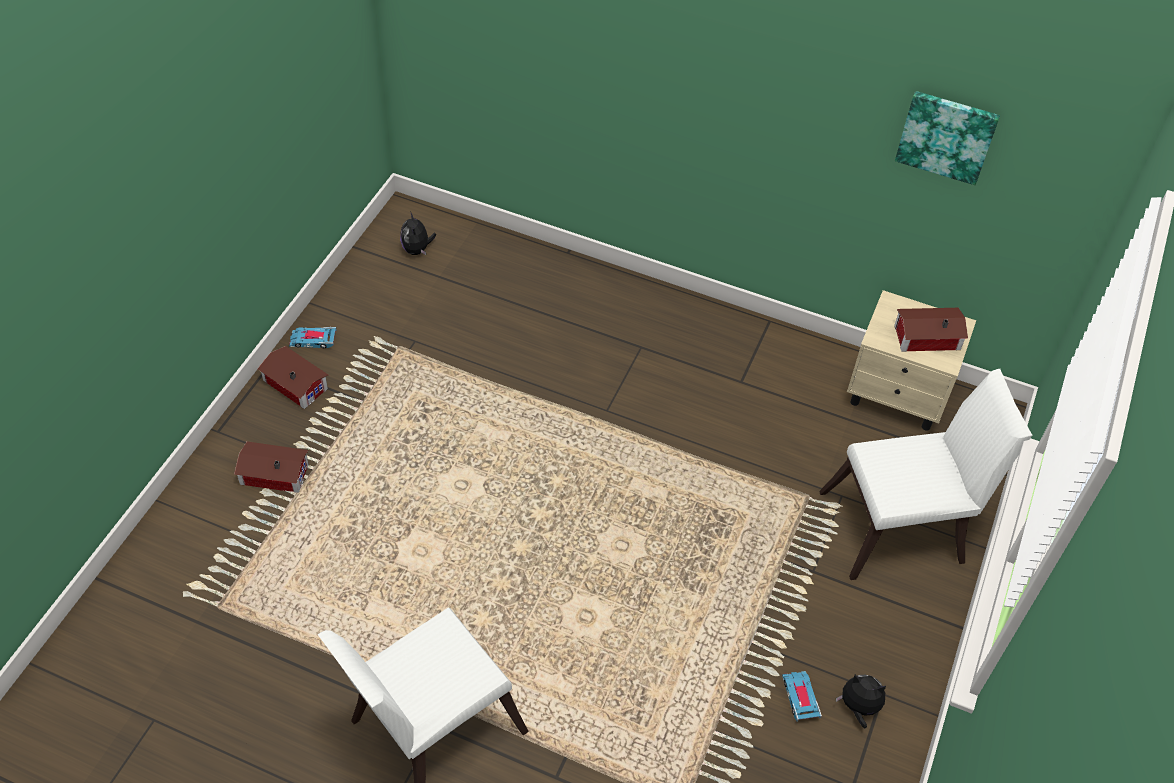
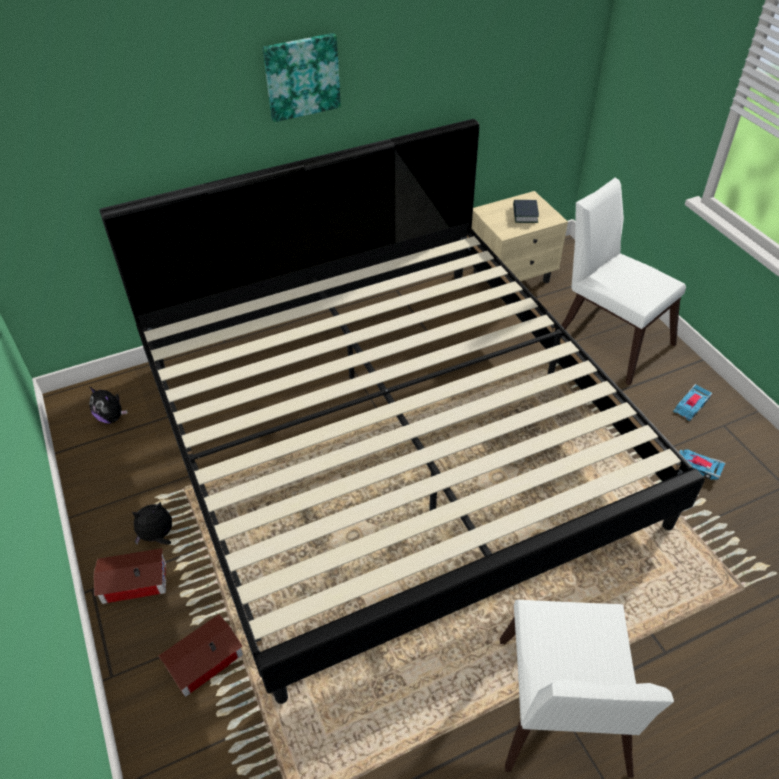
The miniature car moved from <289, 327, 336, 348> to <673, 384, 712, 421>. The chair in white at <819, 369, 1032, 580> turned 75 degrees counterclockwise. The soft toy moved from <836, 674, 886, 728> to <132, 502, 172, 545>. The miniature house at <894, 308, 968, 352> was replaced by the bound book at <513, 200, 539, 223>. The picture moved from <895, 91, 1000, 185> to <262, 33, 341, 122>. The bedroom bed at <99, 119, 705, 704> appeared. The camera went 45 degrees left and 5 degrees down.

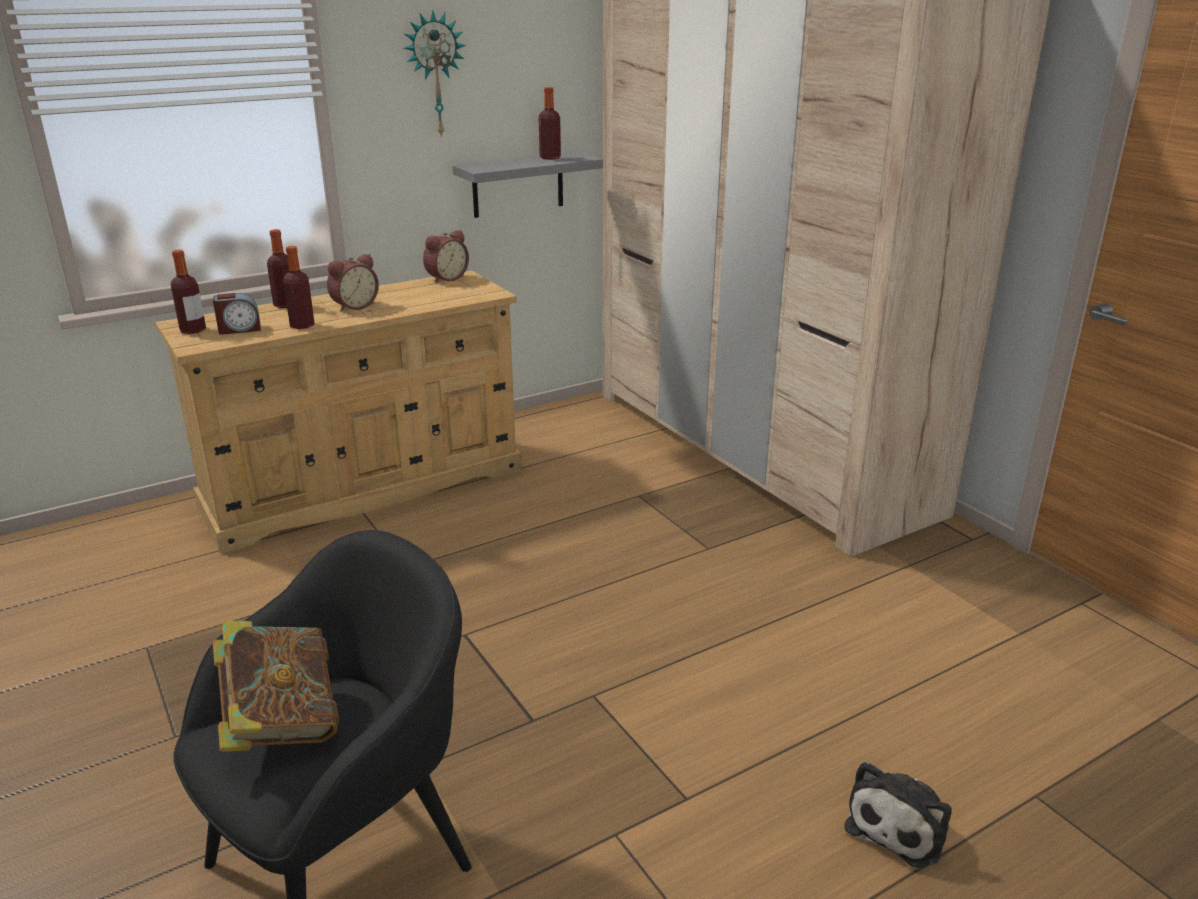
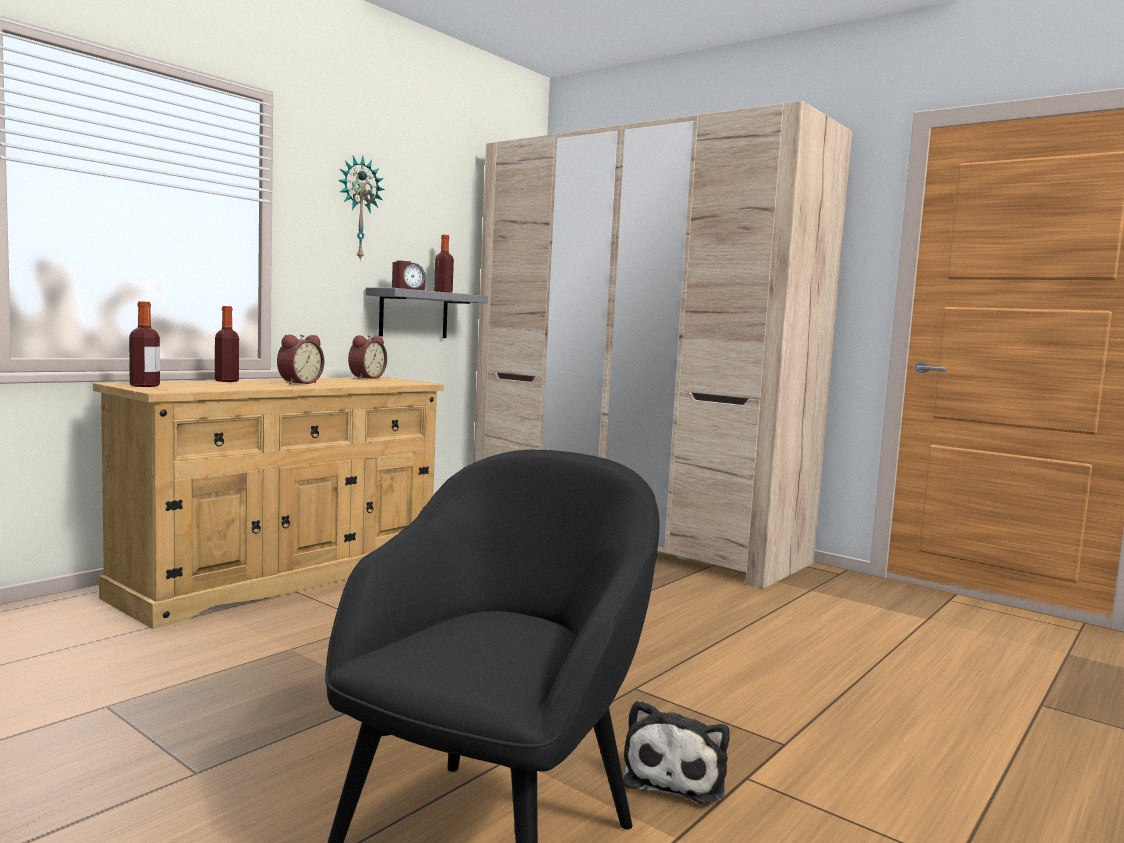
The bedside clock moved from <213, 293, 261, 335> to <392, 260, 425, 290>. The bound book at <213, 621, 339, 752> disappeared. The drink bottle at <283, 246, 315, 329> disappeared. The soft toy moved from <844, 762, 952, 868> to <623, 700, 730, 804>. The camera went 20 degrees left and 20 degrees down.

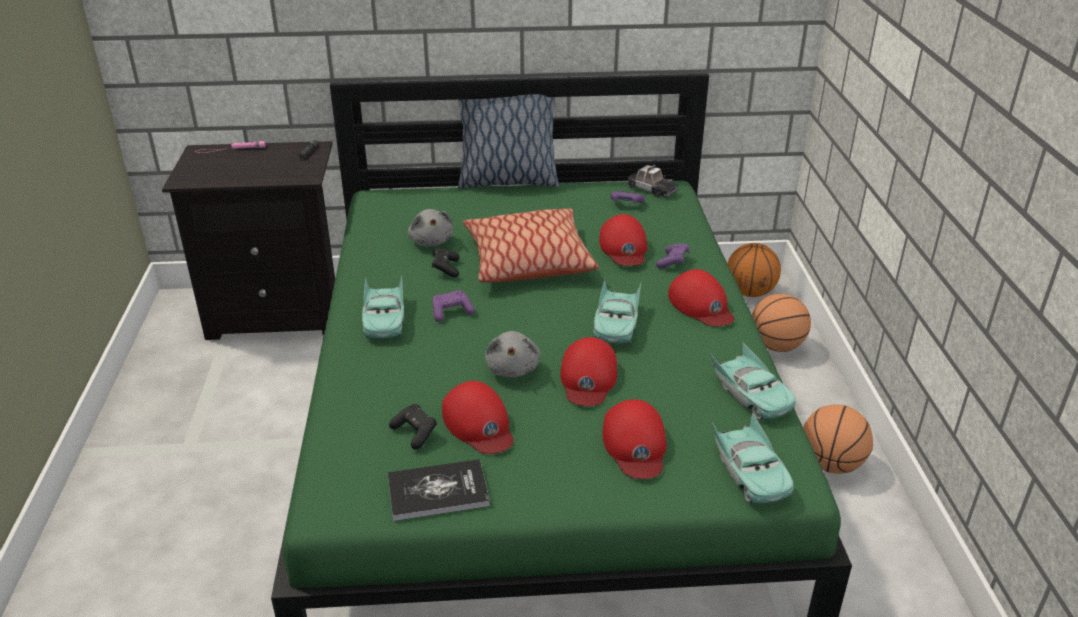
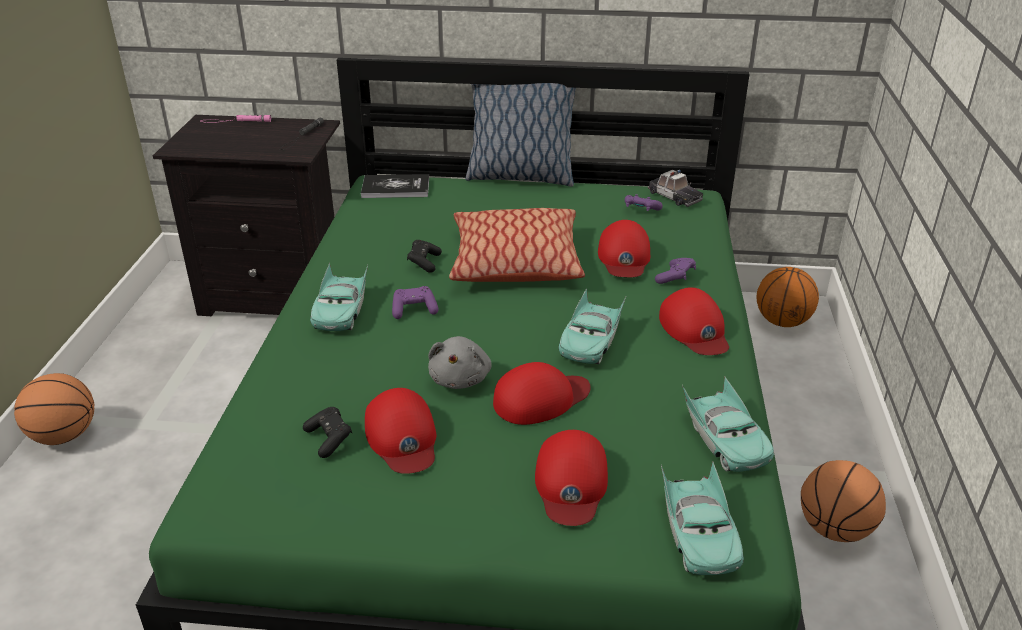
The bound book moved from <388, 459, 490, 521> to <361, 174, 429, 198>. The soft toy in grey at <408, 209, 453, 247> disappeared. The peaked cap in red-coloured at <560, 337, 617, 406> turned 135 degrees counterclockwise. The ball for basketball moved from <752, 294, 811, 352> to <14, 373, 94, 445>. The camera went 10 degrees right and 0 degrees up.

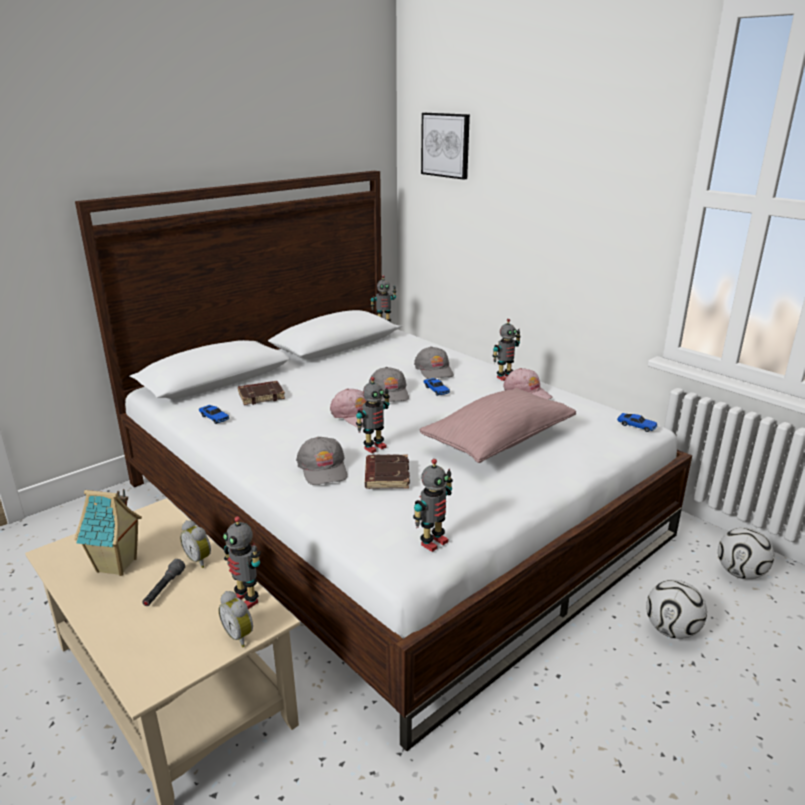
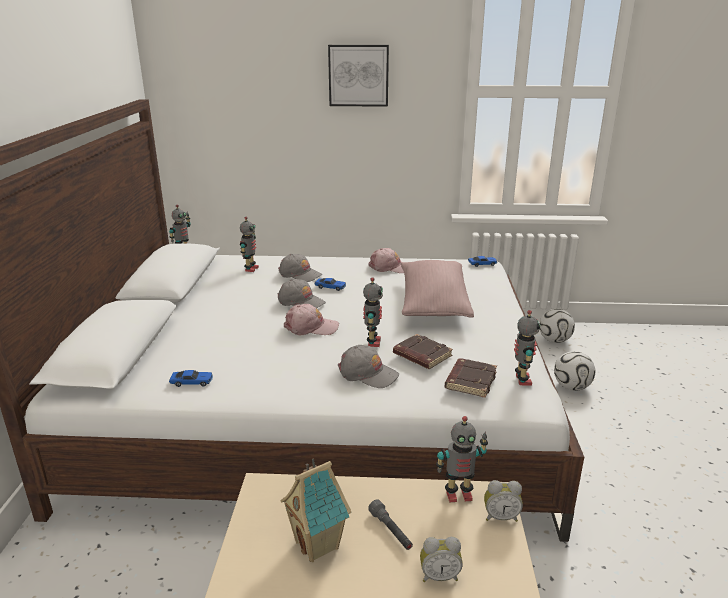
The bedside clock moved from <180, 520, 211, 568> to <420, 537, 463, 582>. The bound book in brown-coloured moved from <238, 381, 285, 405> to <445, 358, 497, 398>. The picture moved from <421, 113, 470, 180> to <328, 45, 389, 107>. The robot figure moved from <492, 319, 521, 381> to <240, 217, 259, 272>. The camera went 45 degrees left and 0 degrees up.

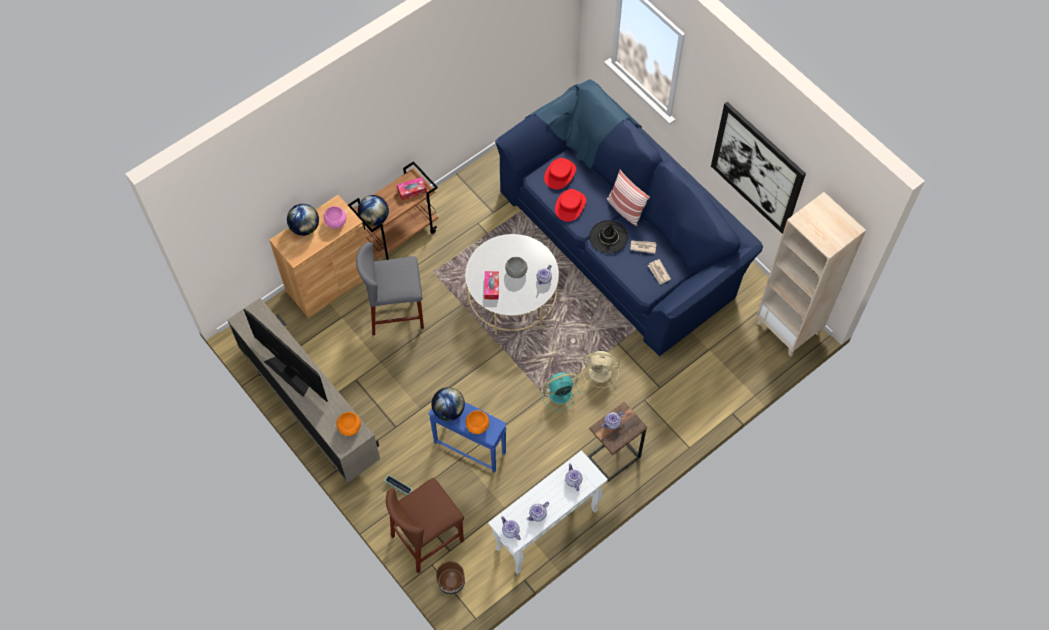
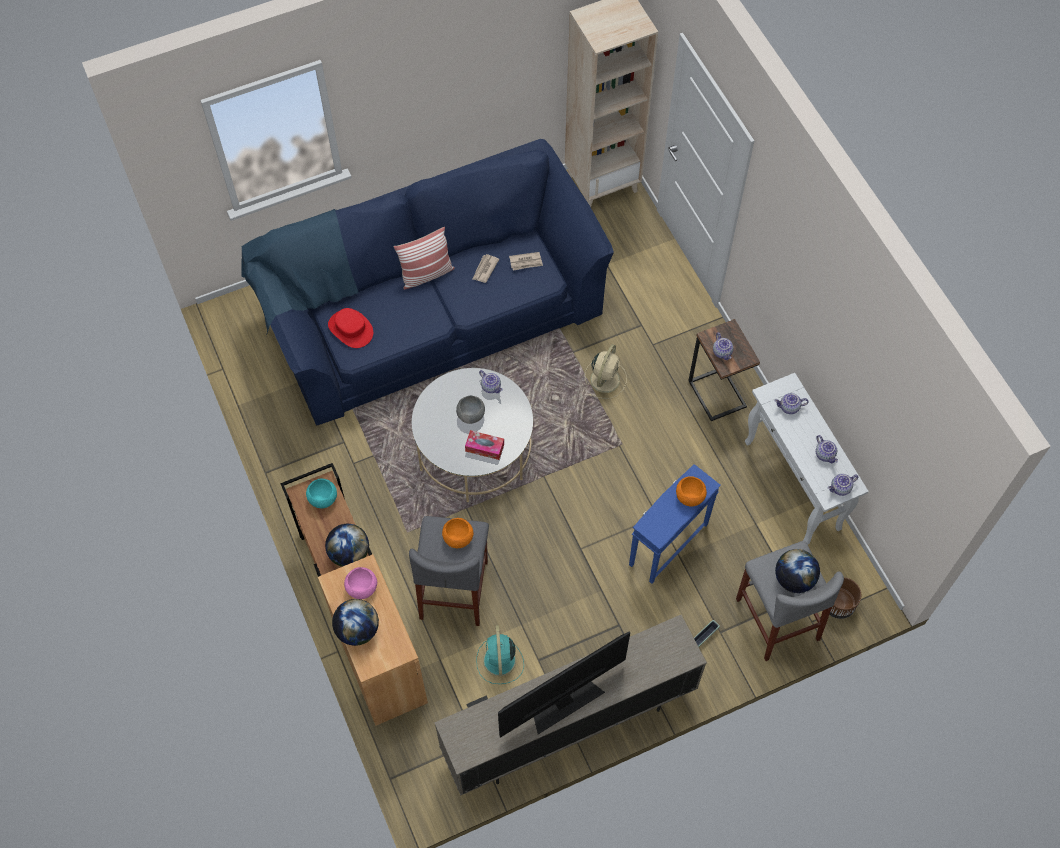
The serving bowl in orange moved from <336, 412, 361, 436> to <442, 518, 473, 548>. The stool seat in brown-coloured at <386, 478, 464, 573> became the stool seat in grey at <736, 541, 844, 661>. The box of tissues at <397, 177, 427, 201> was replaced by the serving bowl in turquoise at <306, 479, 337, 508>. The world globe moved from <432, 387, 465, 421> to <775, 549, 820, 593>. The cooling fan in turquoise moved from <542, 372, 580, 411> to <476, 625, 524, 684>. The hat in red-coloured at <555, 189, 586, 222> disappeared. The hat in black at <589, 220, 628, 253> disappeared. The picture at <711, 102, 806, 234> disappeared. The camera went 75 degrees left and 0 degrees up.

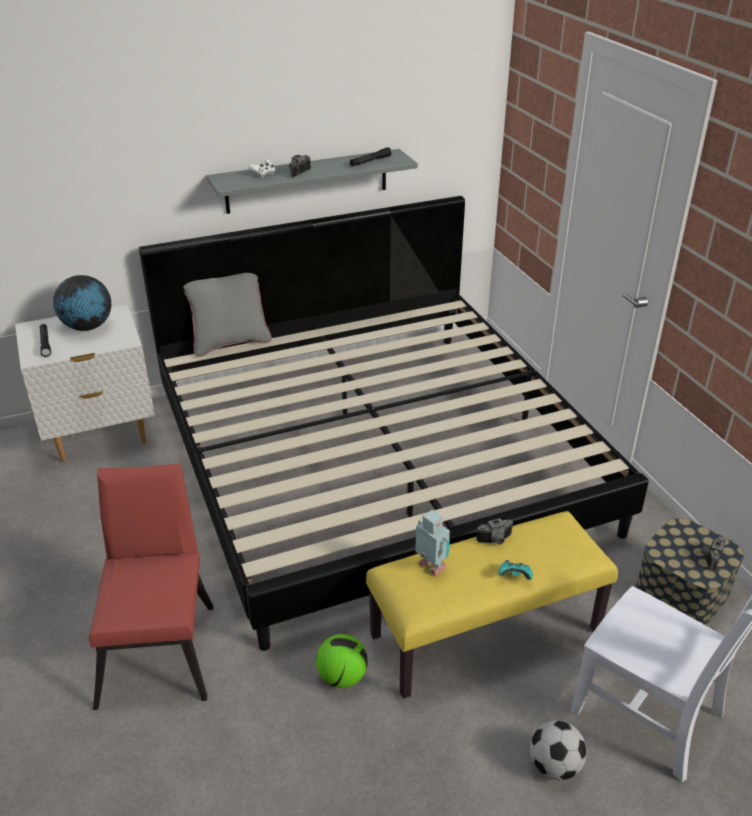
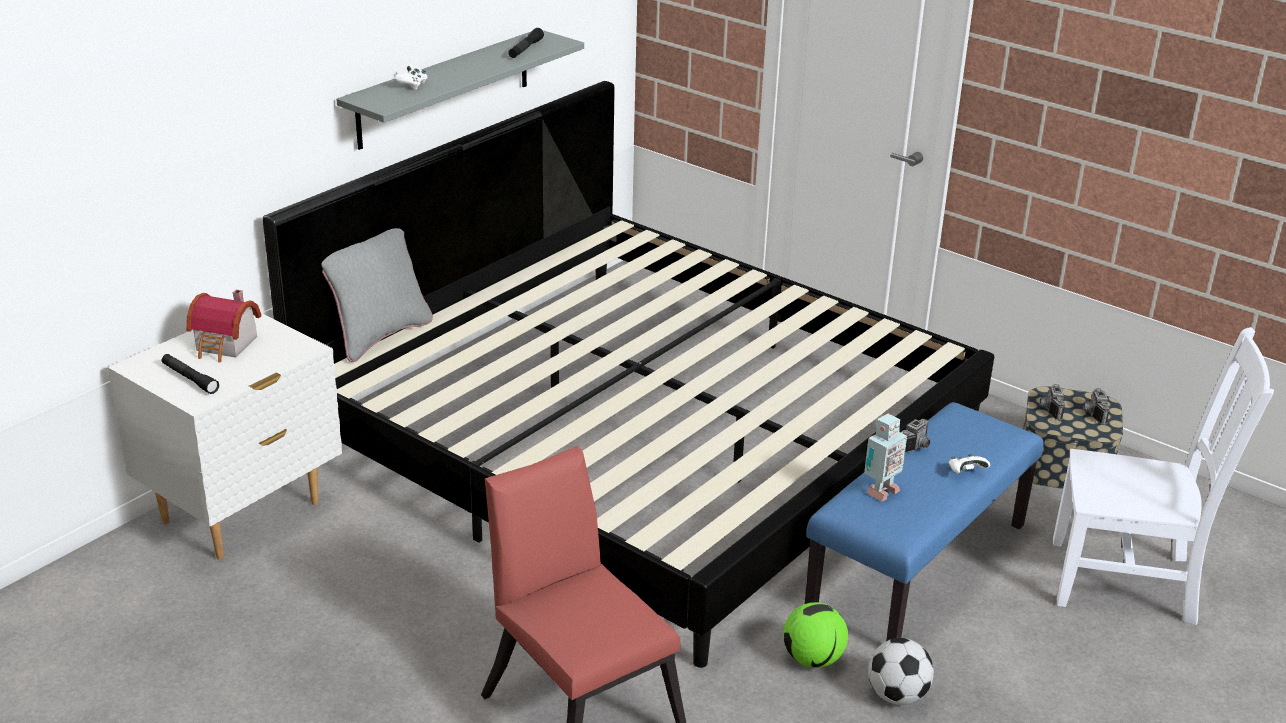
The world globe at <53, 275, 112, 331> was replaced by the miniature house at <186, 289, 261, 362>. The photo camera moved from <289, 155, 311, 178> to <1040, 384, 1065, 421>. The indoor bench in yellow-coloured at <366, 511, 618, 699> became the indoor bench in blue at <805, 402, 1043, 641>. The robot figure at <415, 510, 450, 576> turned 120 degrees clockwise. The game controller in turquoise at <499, 560, 533, 580> became the game controller in white at <948, 454, 990, 473>. The ball for football moved from <530, 720, 587, 780> to <868, 638, 934, 705>. The camera went 30 degrees left and 5 degrees down.

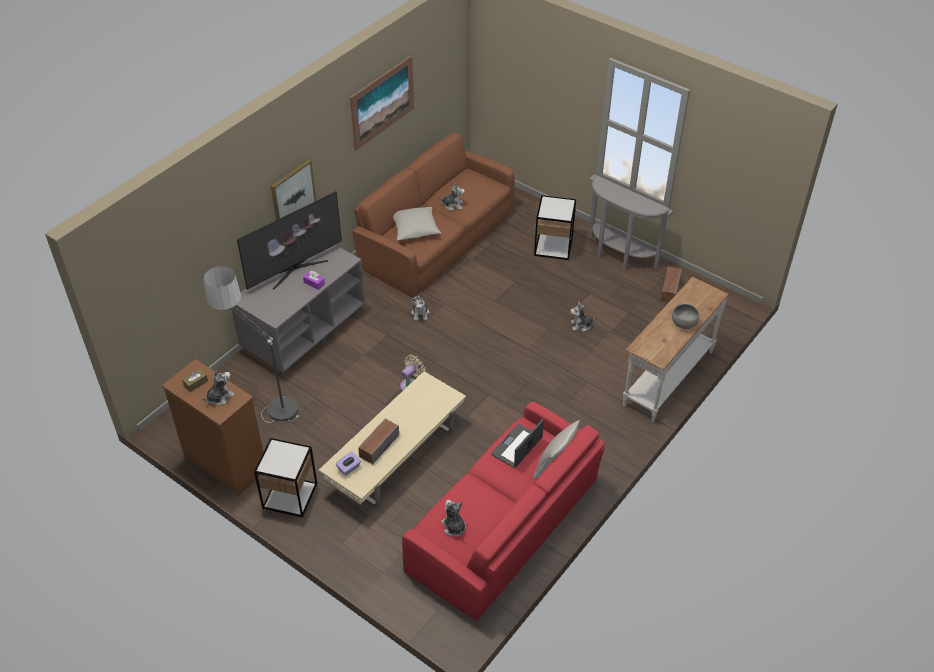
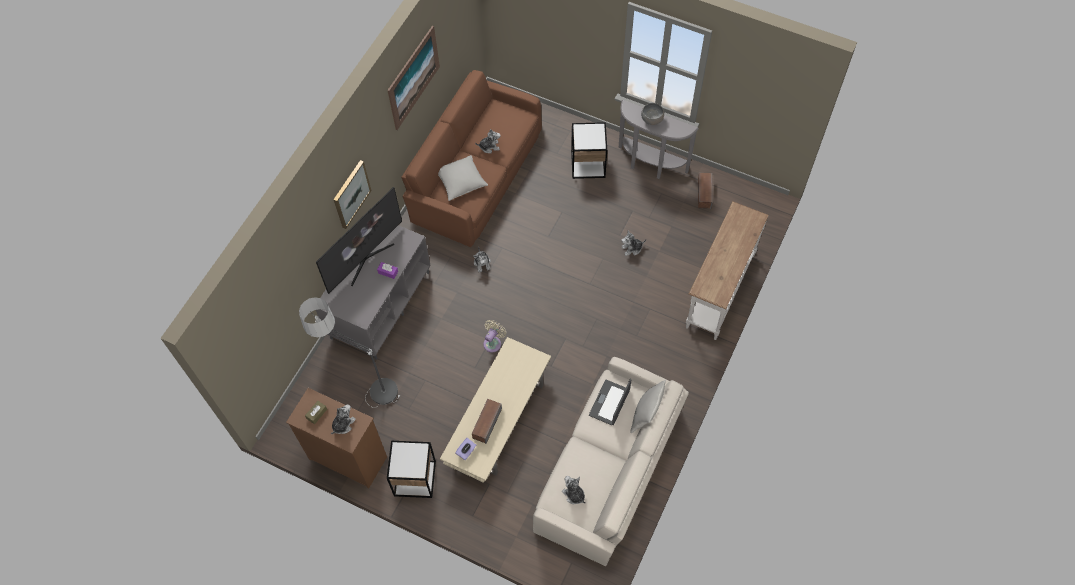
The settee in red-coloured at <402, 402, 605, 621> became the settee in beige at <533, 357, 689, 566>. The serving bowl in grey moved from <672, 304, 699, 329> to <641, 103, 664, 125>. The camera went 10 degrees left and 15 degrees up.

